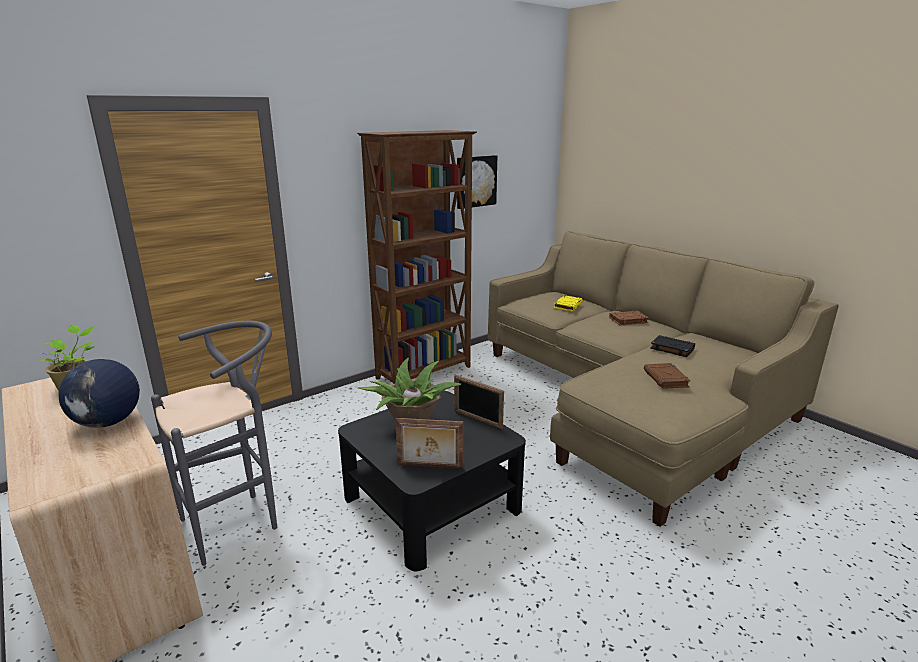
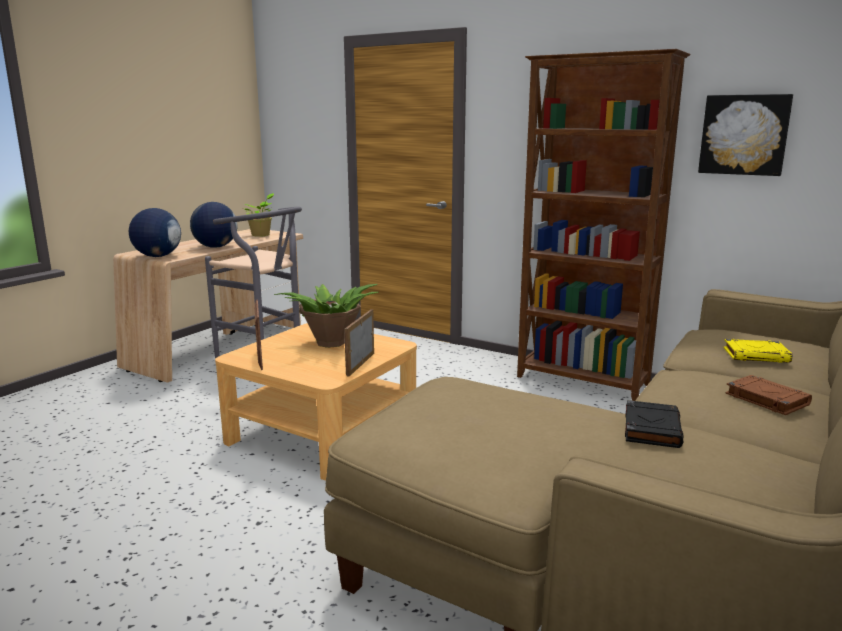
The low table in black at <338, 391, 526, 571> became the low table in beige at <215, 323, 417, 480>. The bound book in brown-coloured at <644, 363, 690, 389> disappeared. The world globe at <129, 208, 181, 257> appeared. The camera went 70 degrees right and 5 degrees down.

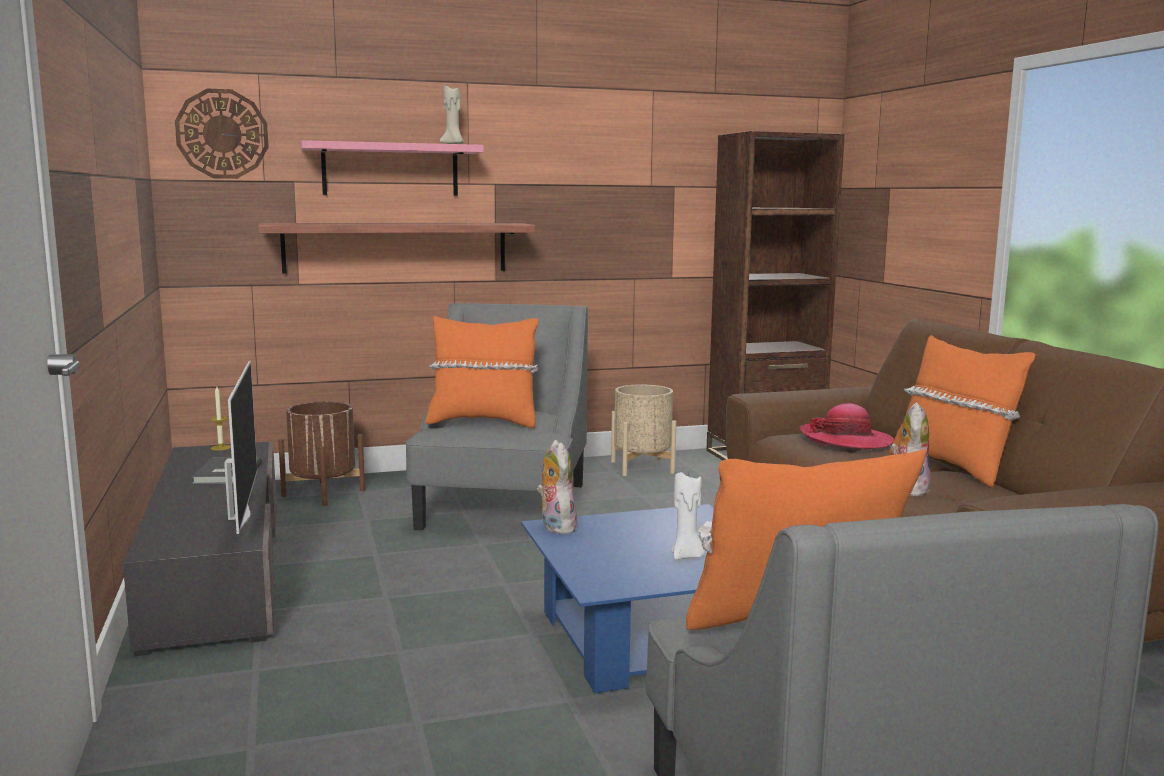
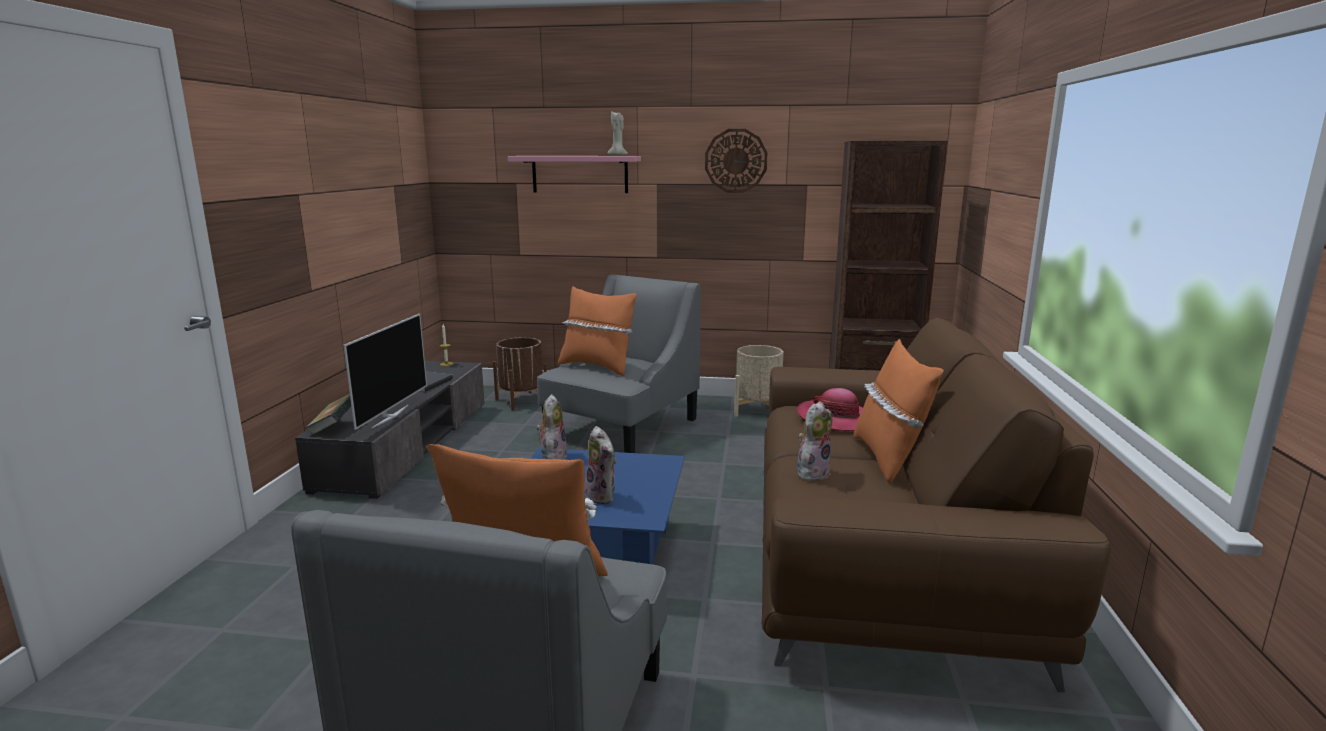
The hanging clock moved from <175, 89, 269, 179> to <705, 129, 767, 193>. The bracket shelf at <258, 223, 535, 274> disappeared. The wax candle in white at <671, 470, 705, 560> was replaced by the soft toy at <585, 426, 617, 504>. The bound book at <305, 394, 351, 436> appeared. The camera went 25 degrees right and 5 degrees up.

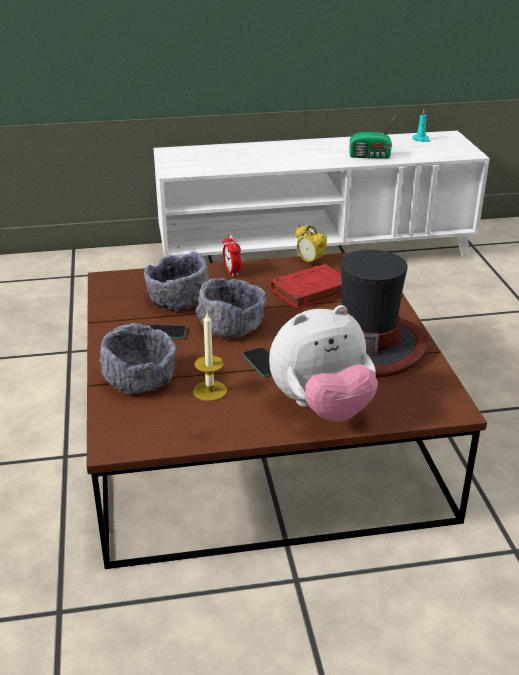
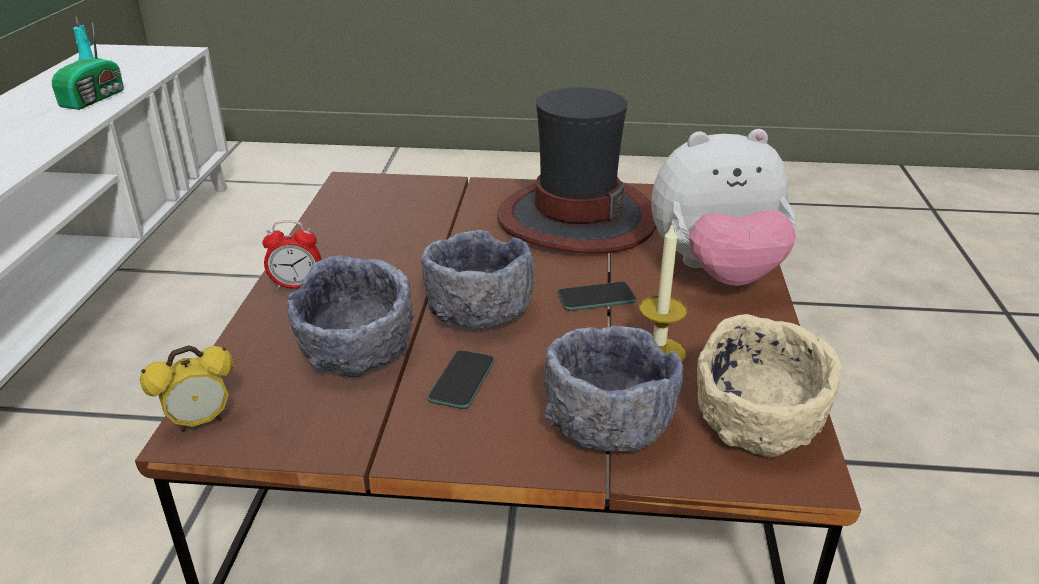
The soft toy at <269, 305, 378, 422> turned 90 degrees clockwise. The bound book in red-coloured at <270, 264, 342, 309> disappeared. The bedside clock moved from <295, 225, 327, 266> to <140, 345, 234, 432>. The serving bowl in beige at <697, 314, 842, 457> appeared. The camera went 75 degrees left and 0 degrees up.

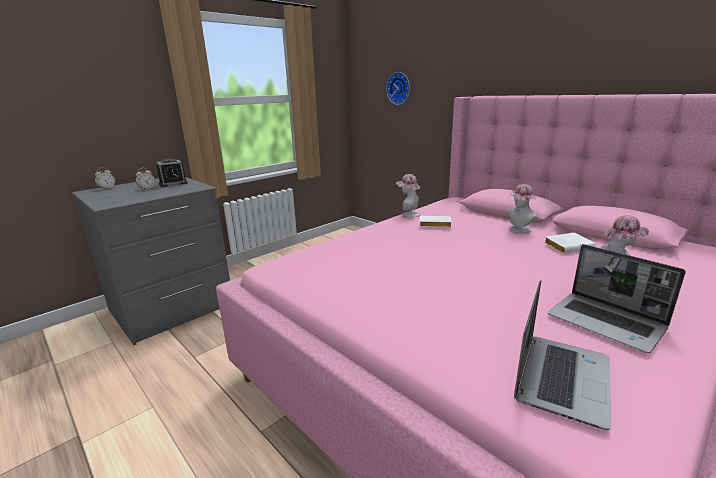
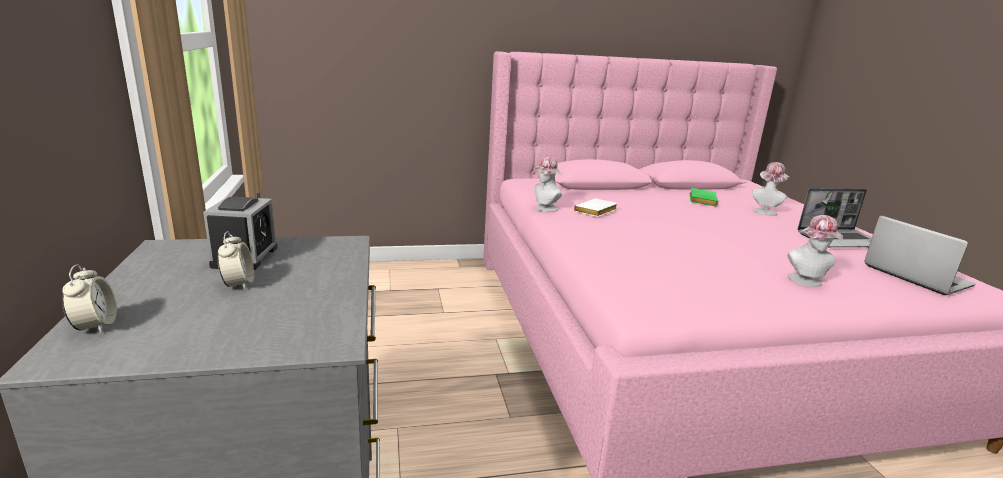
The hanging clock at <386, 72, 410, 105> disappeared. The hat moved from <508, 184, 537, 233> to <787, 215, 843, 287>. The bound book in white at <544, 232, 595, 253> became the bound book in greenish at <690, 188, 718, 206>. The camera went 60 degrees left and 0 degrees up.

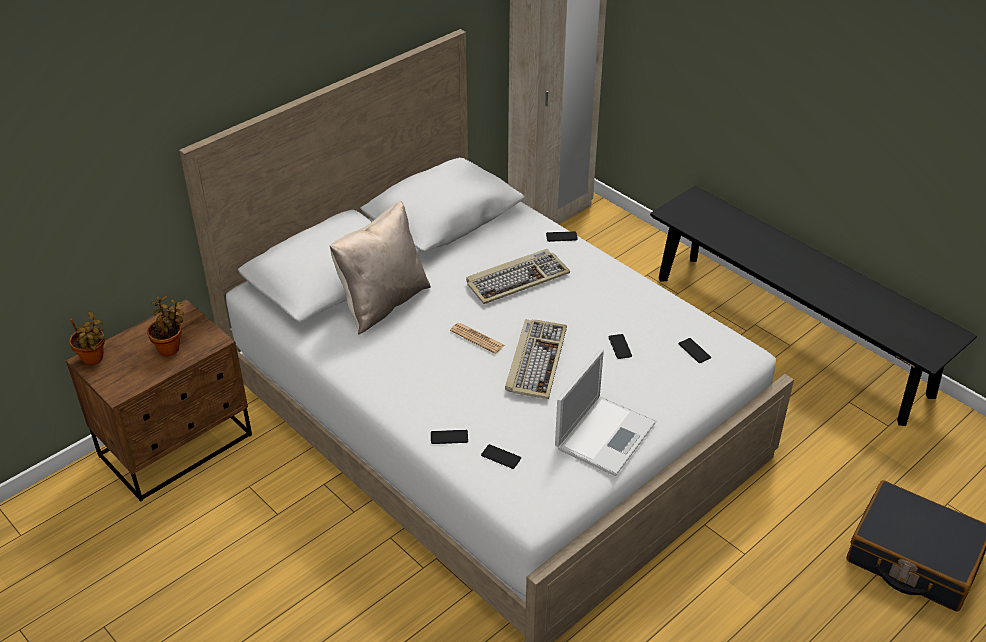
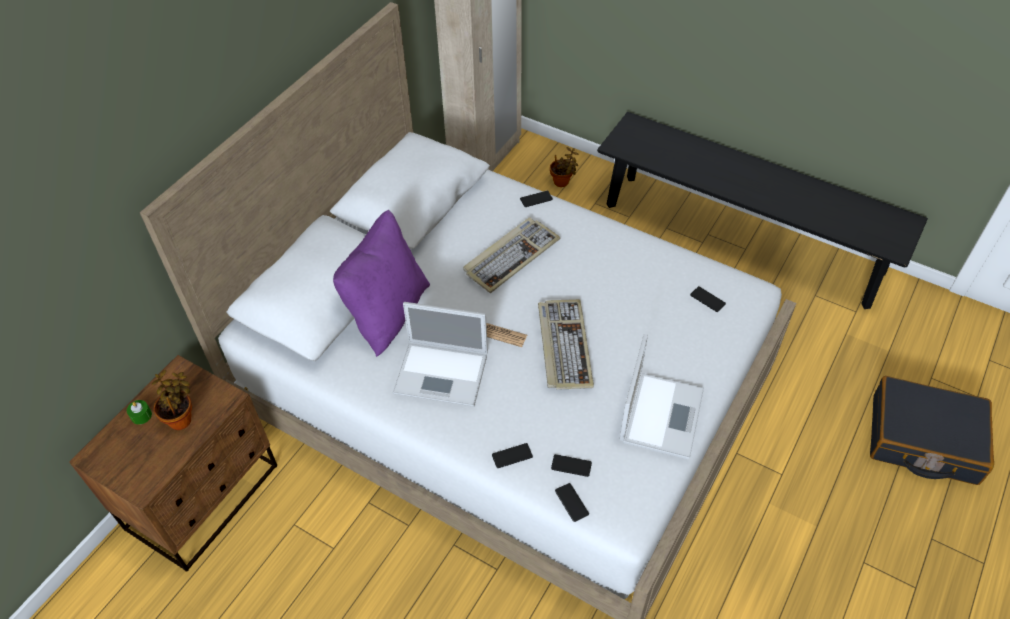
The plant in a pot moved from <69, 312, 105, 365> to <550, 147, 579, 187>. The pillow in beige at <330, 201, 431, 334> became the pillow in purplish at <333, 210, 430, 357>. The telephone moved from <609, 334, 632, 359> to <555, 483, 589, 522>. The wax candle in greenish at <127, 400, 152, 425> appeared. The laptop at <393, 302, 488, 407> appeared. The camera went 15 degrees left and 10 degrees up.

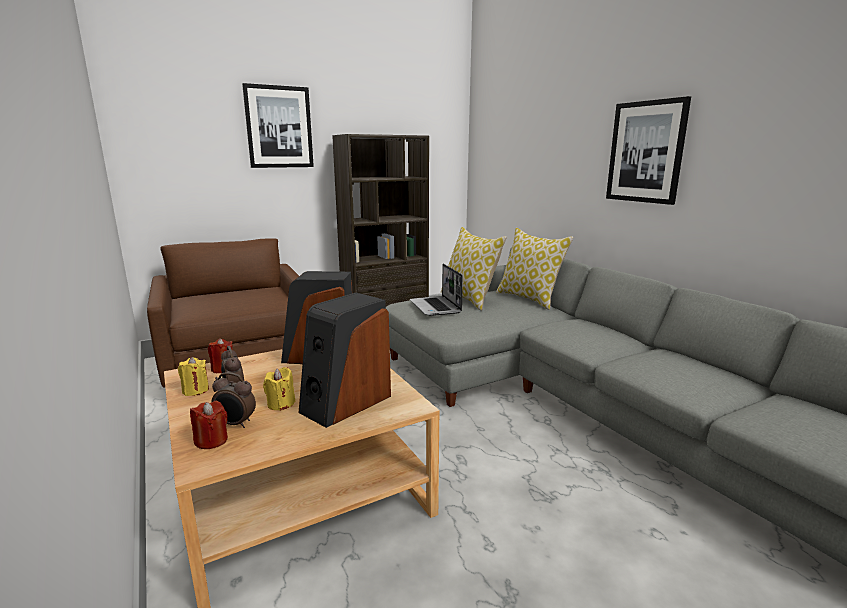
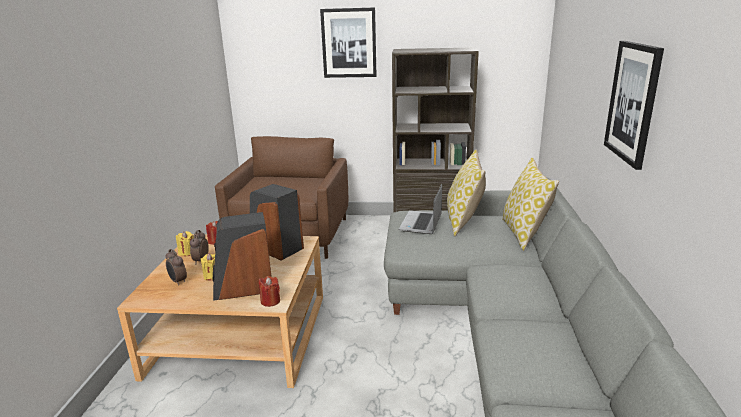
The wax candle in red-coloured moved from <190, 401, 228, 449> to <259, 276, 280, 307>. The camera went 35 degrees right and 5 degrees up.

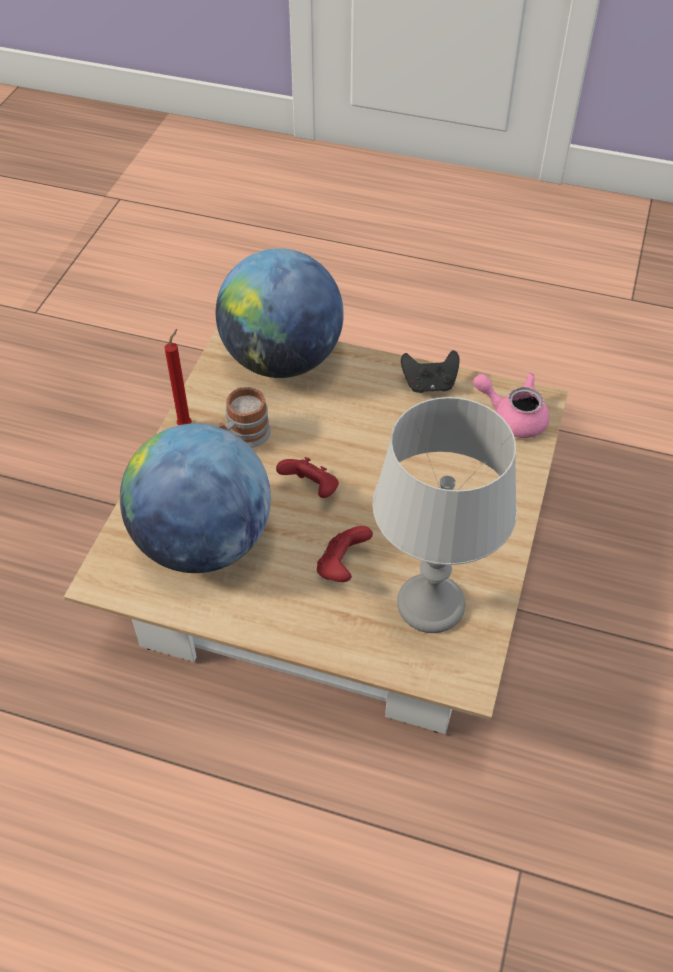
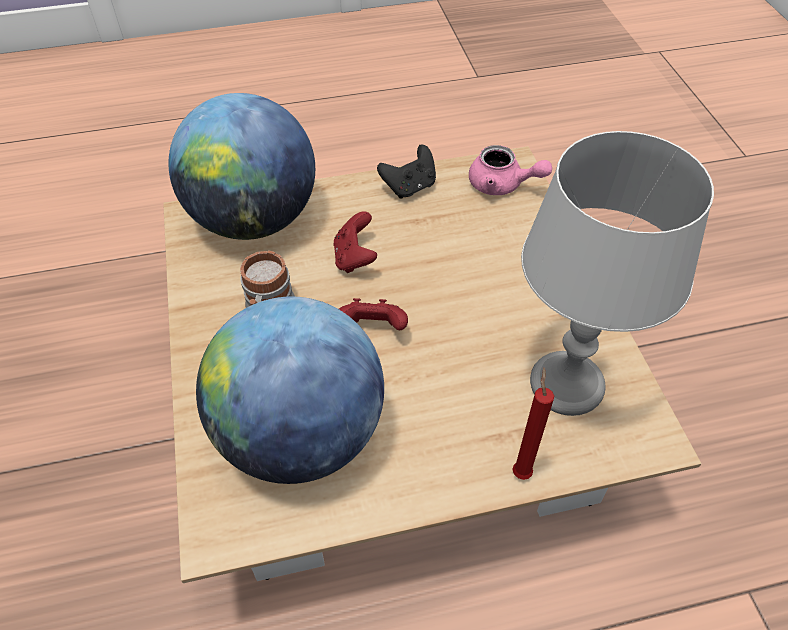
The wax candle in red-coloured moved from <164, 329, 192, 425> to <512, 368, 554, 480>. The game controller in red-coloured moved from <317, 526, 373, 582> to <333, 211, 377, 273>. The pot for tea in pinkish at <473, 373, 549, 438> turned 150 degrees counterclockwise. The camera went 30 degrees left and 0 degrees up.

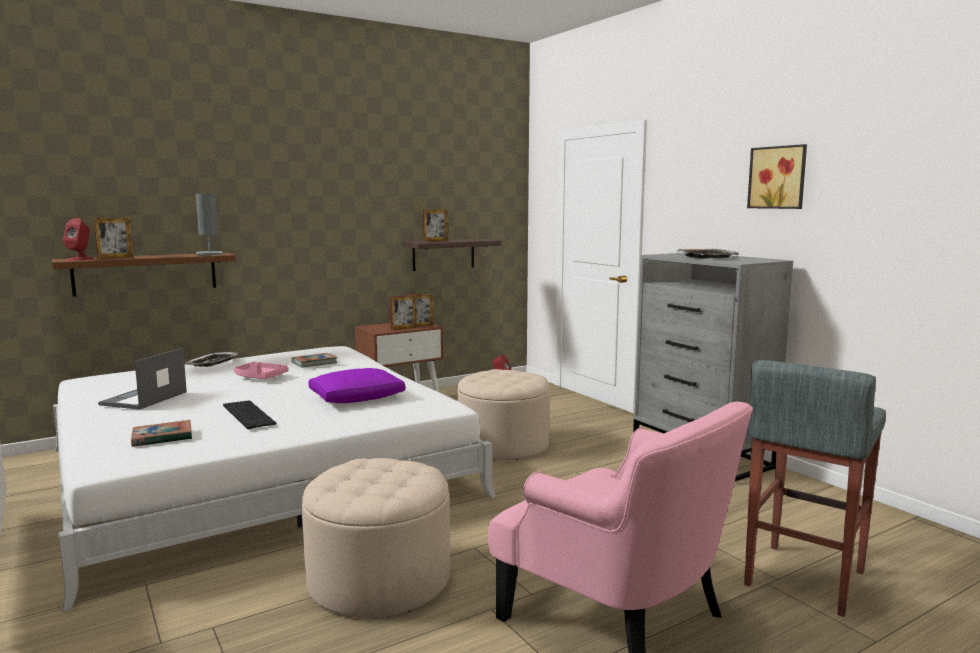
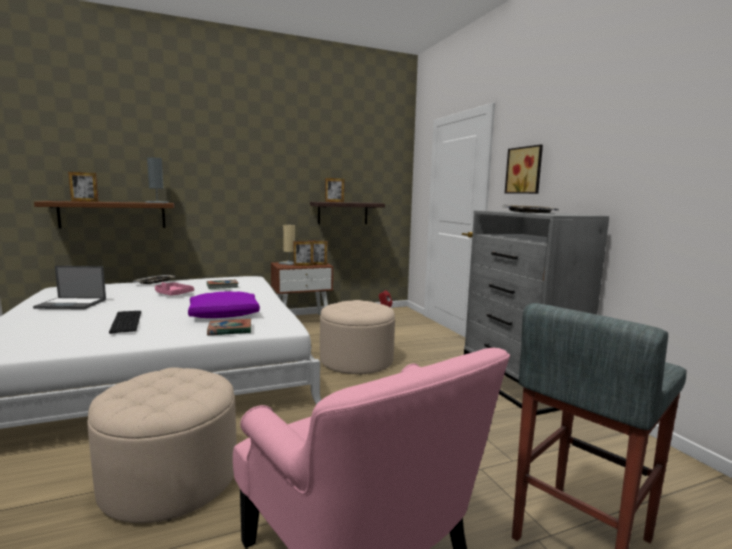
The audio speaker in red-coloured at <63, 218, 93, 261> disappeared. The laptop at <98, 348, 187, 410> turned 120 degrees counterclockwise. The bound book moved from <131, 420, 192, 447> to <207, 319, 251, 335>. The picture moved from <747, 144, 807, 209> to <505, 145, 543, 194>. The tabletop lamp in beige at <278, 225, 295, 265> appeared. The camera went 10 degrees right and 0 degrees up.

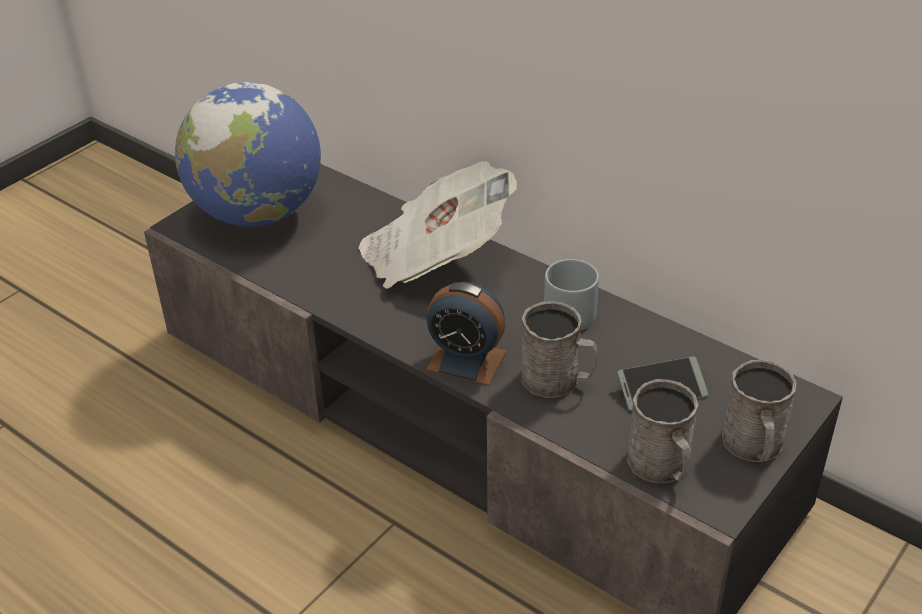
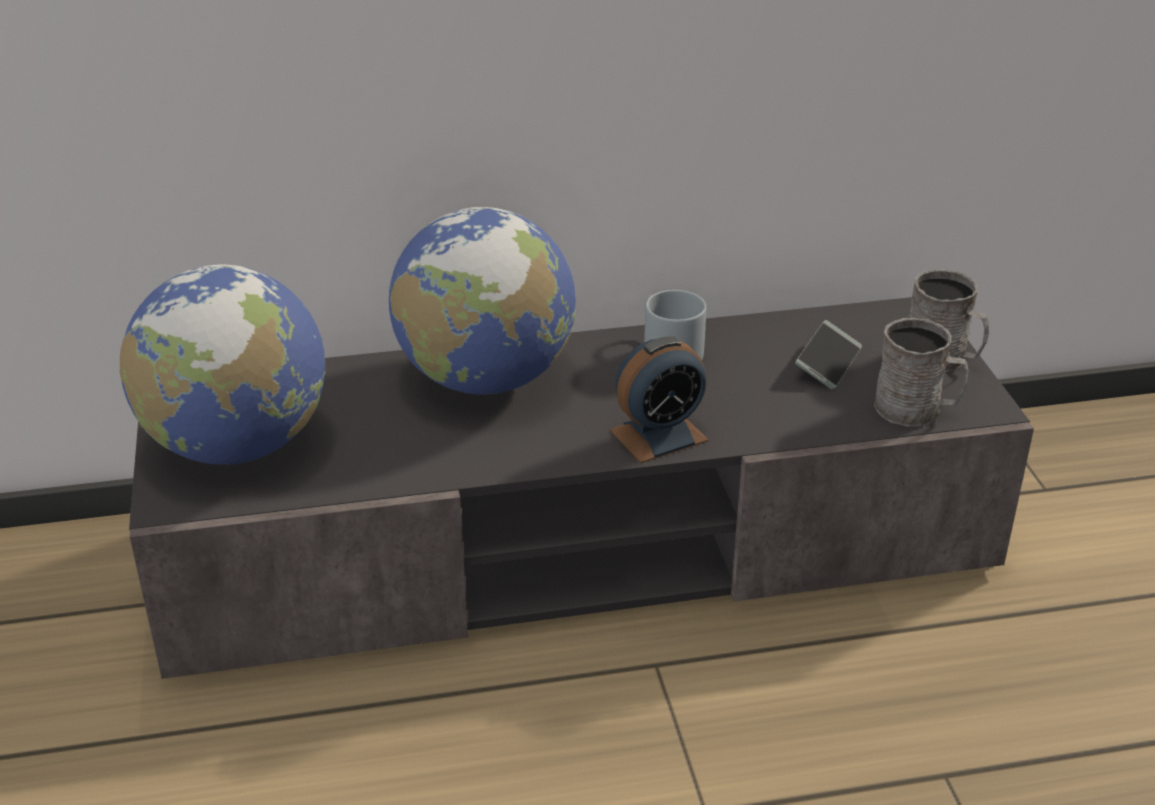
The newspaper at <358, 161, 518, 289> was replaced by the world globe at <389, 207, 576, 395>. The mug in grey at <521, 301, 598, 398> disappeared. The camera went 50 degrees left and 5 degrees down.

